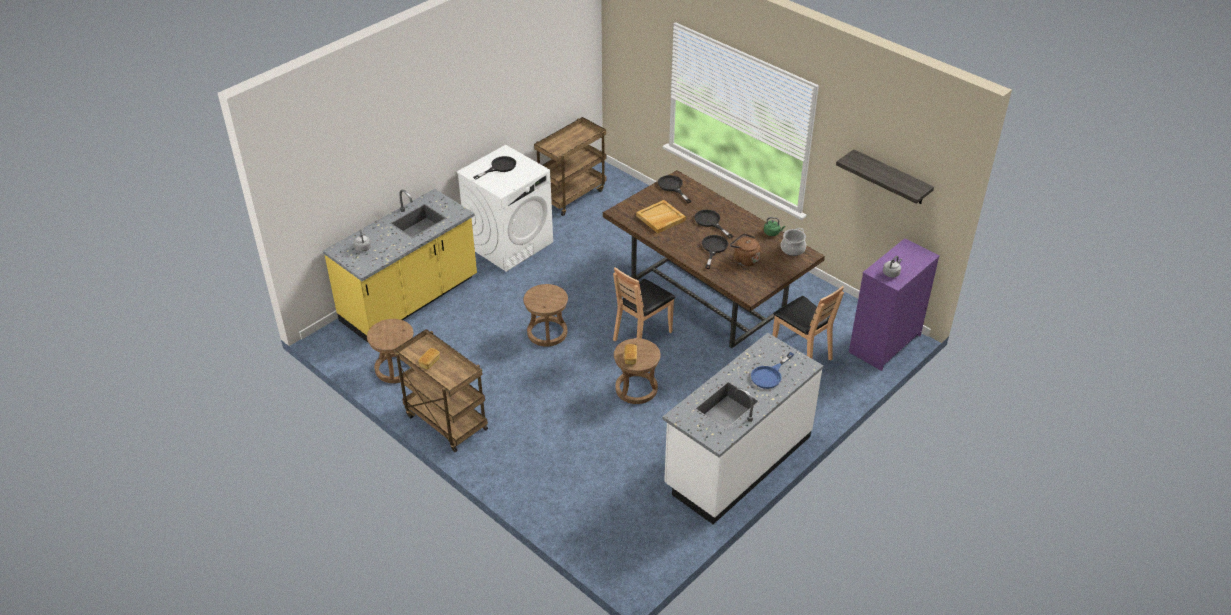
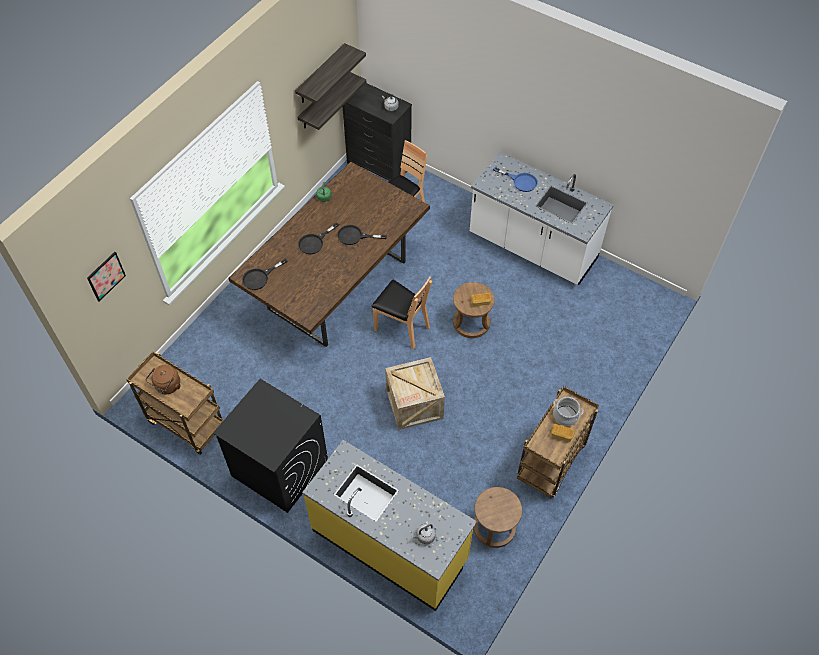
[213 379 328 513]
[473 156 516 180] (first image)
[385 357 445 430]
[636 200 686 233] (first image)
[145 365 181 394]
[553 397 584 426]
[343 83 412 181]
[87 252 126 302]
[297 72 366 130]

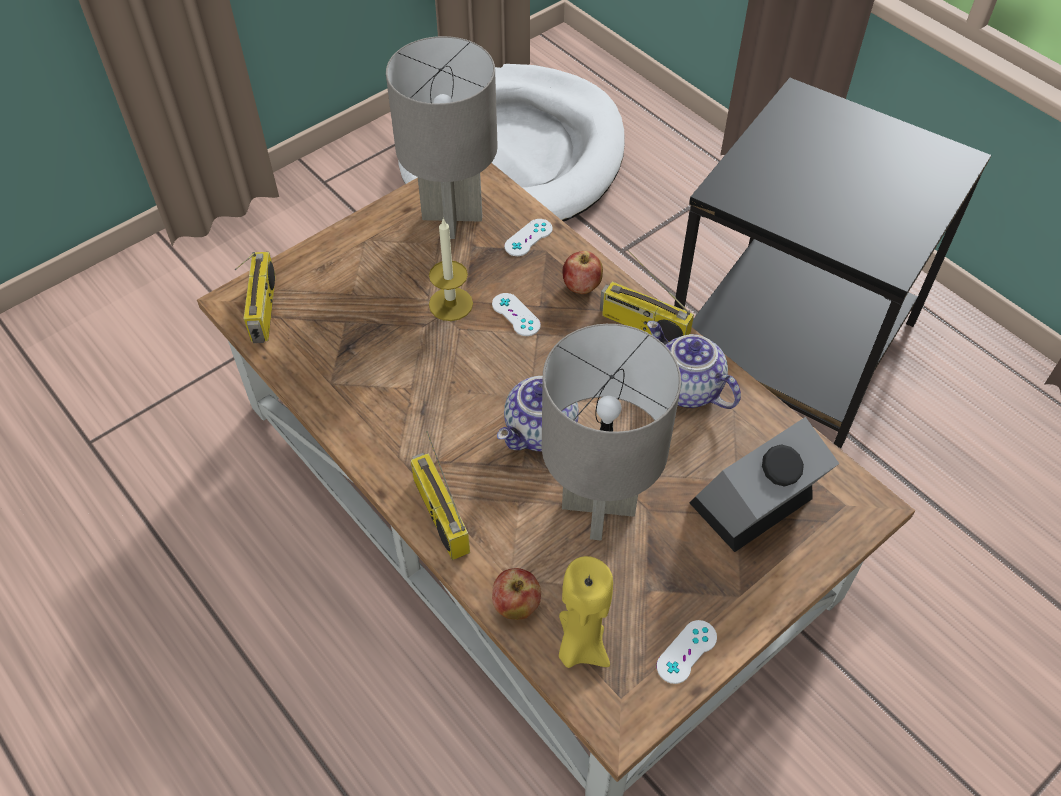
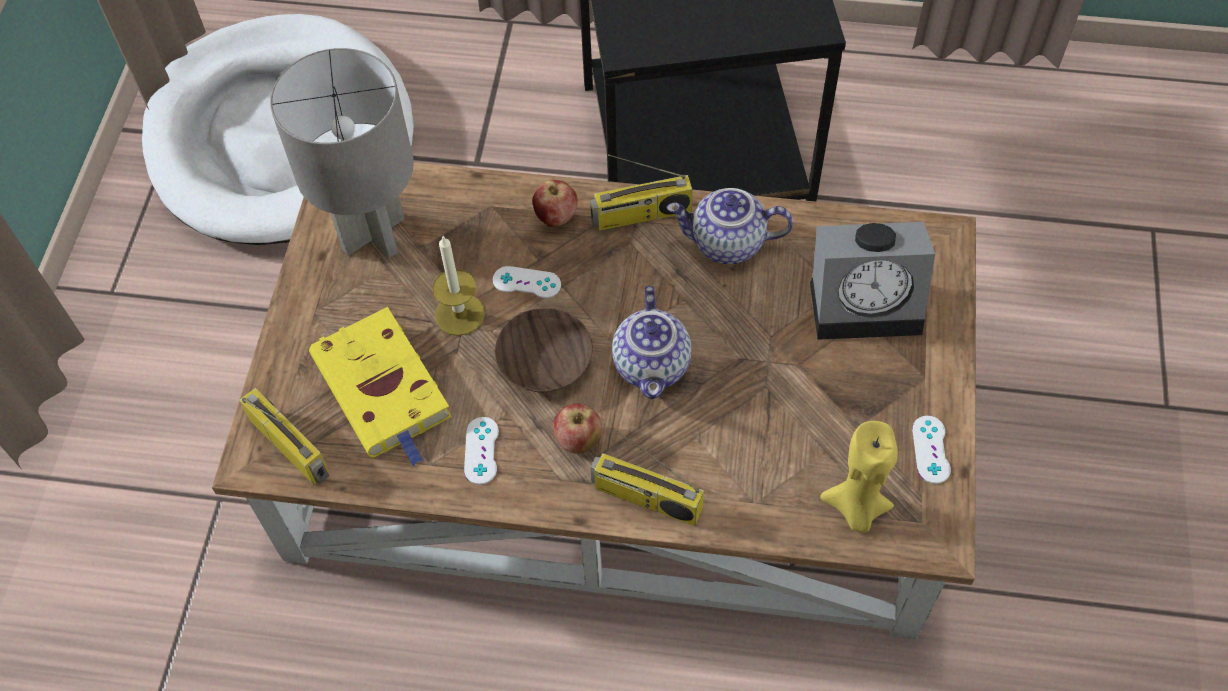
[553 403 602 454]
[464 417 499 485]
[542 324 681 540] (first image)
[810 222 935 340]
[309 307 452 467]
[495 308 593 393]

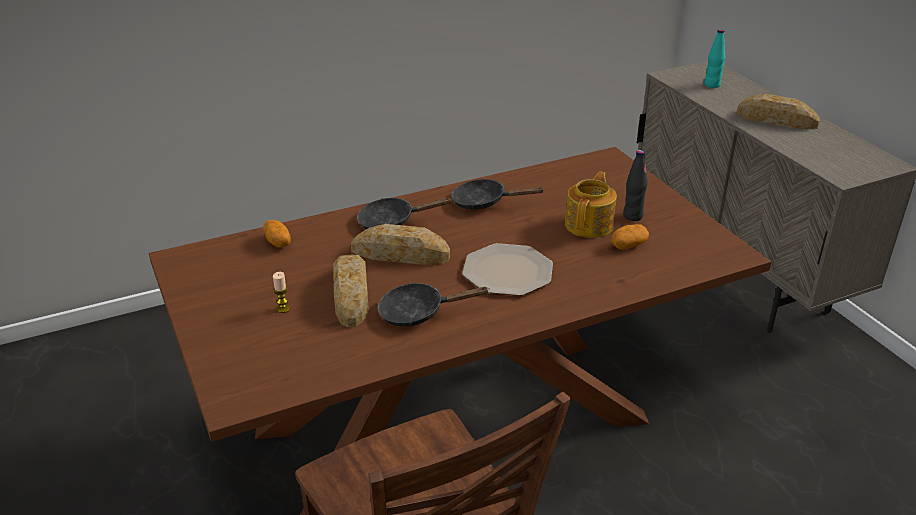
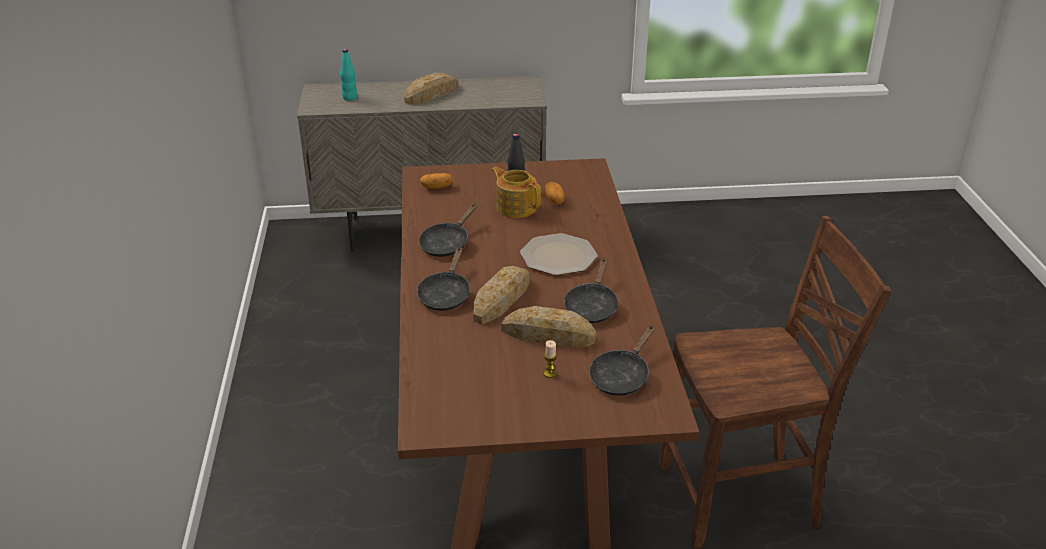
[420 173 453 189]
[589 325 655 396]

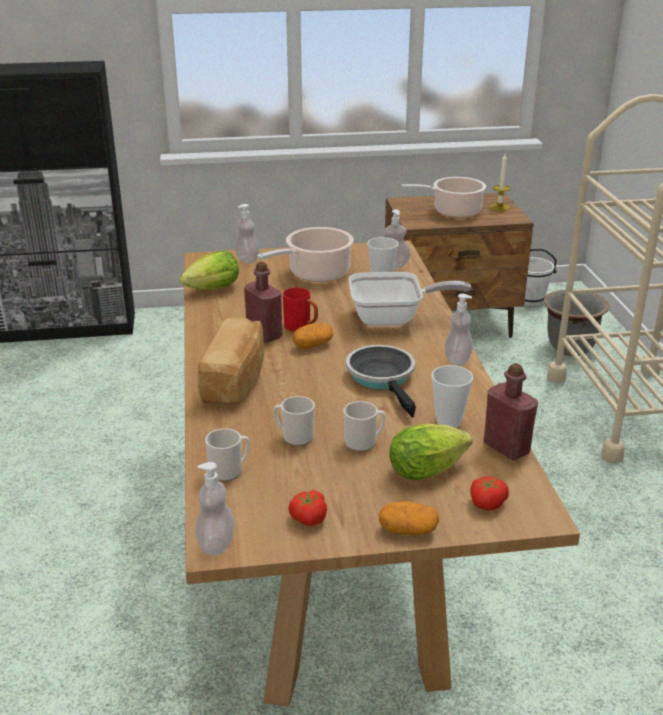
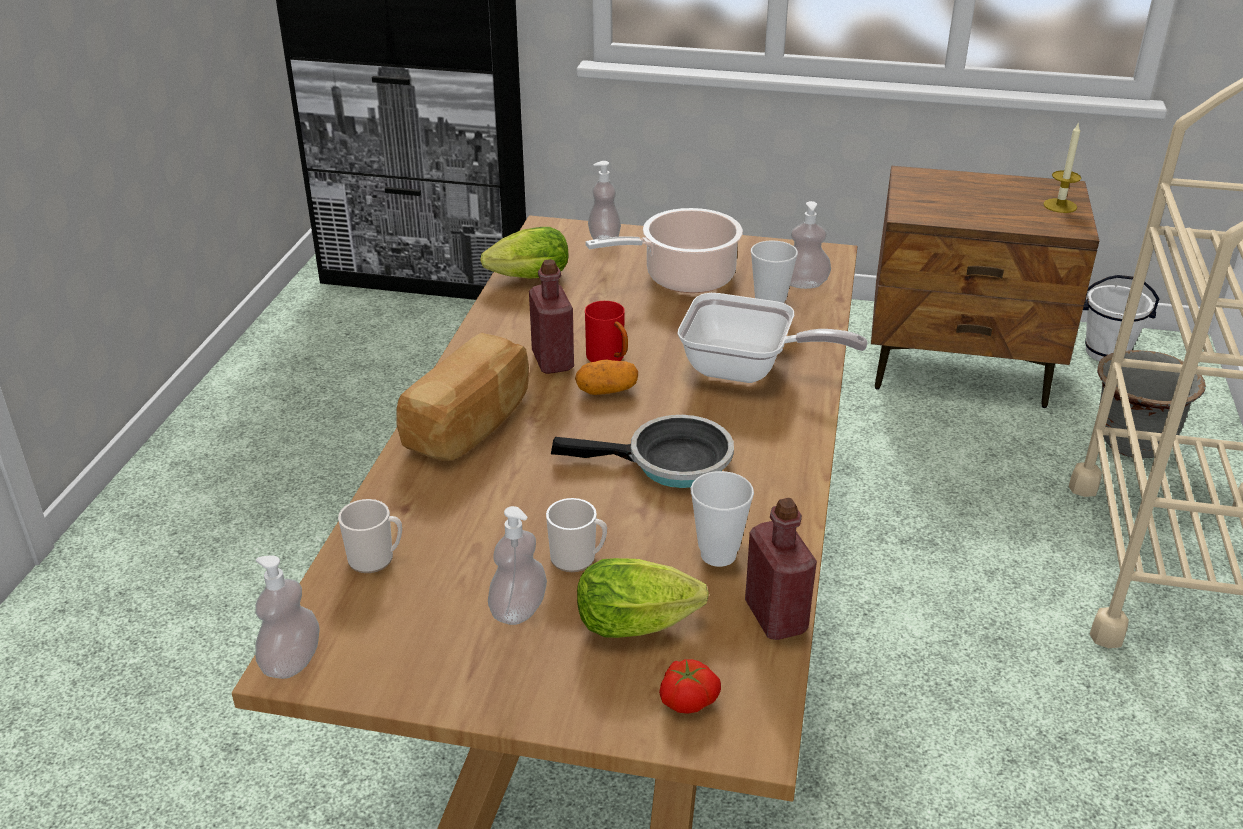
[274 396 315 446] (first image)
[288 490 327 526] (first image)
[551 415 734 488]
[379 501 439 535] (first image)
[401 177 486 218] (first image)
[488 506 547 625]

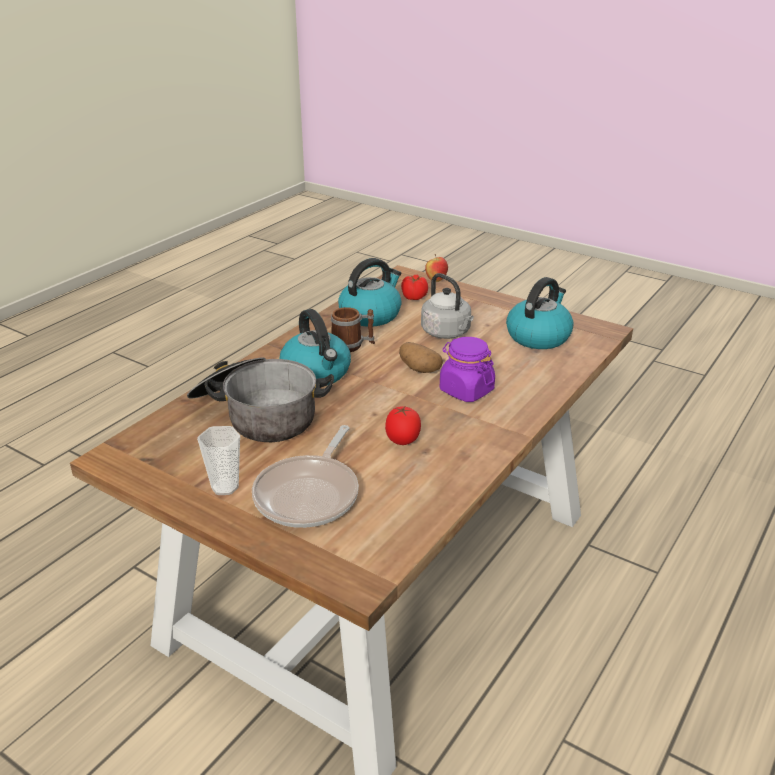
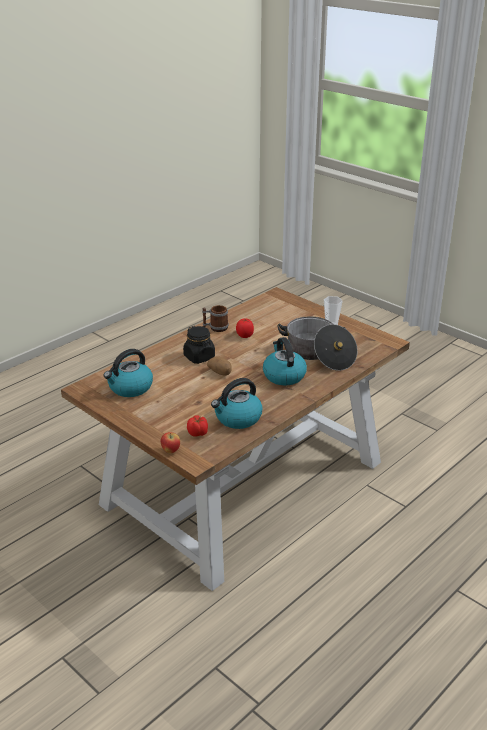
[252 425 359 528] (first image)
[202 305 229 332]
[421 273 474 339] (first image)
[183 326 215 364]

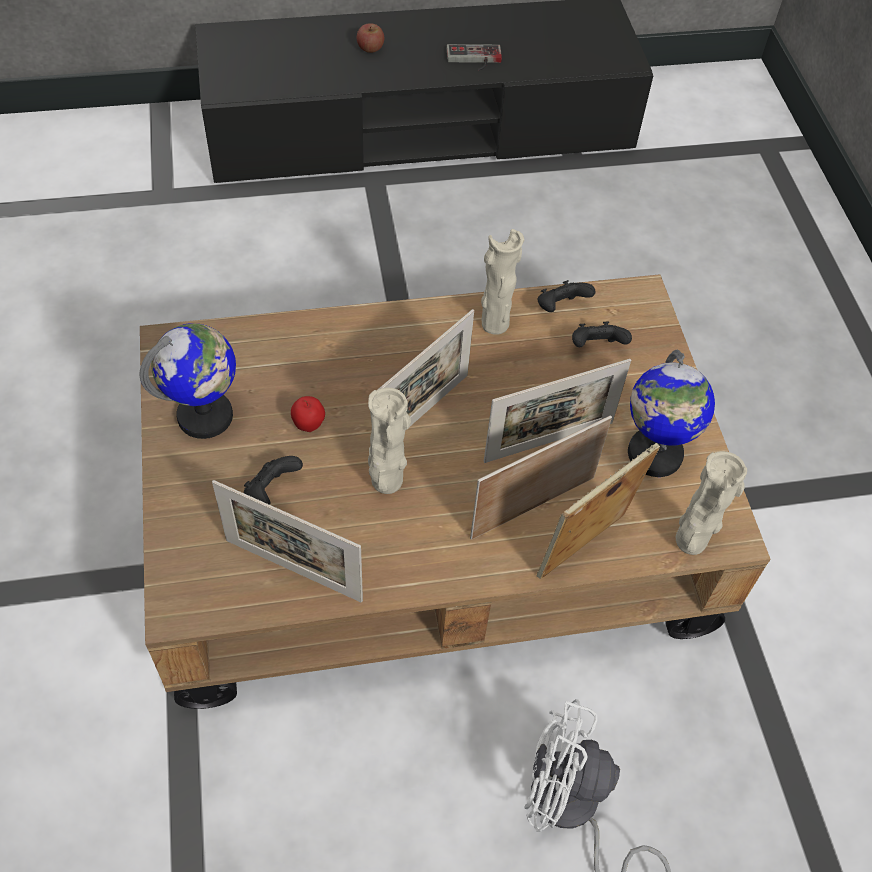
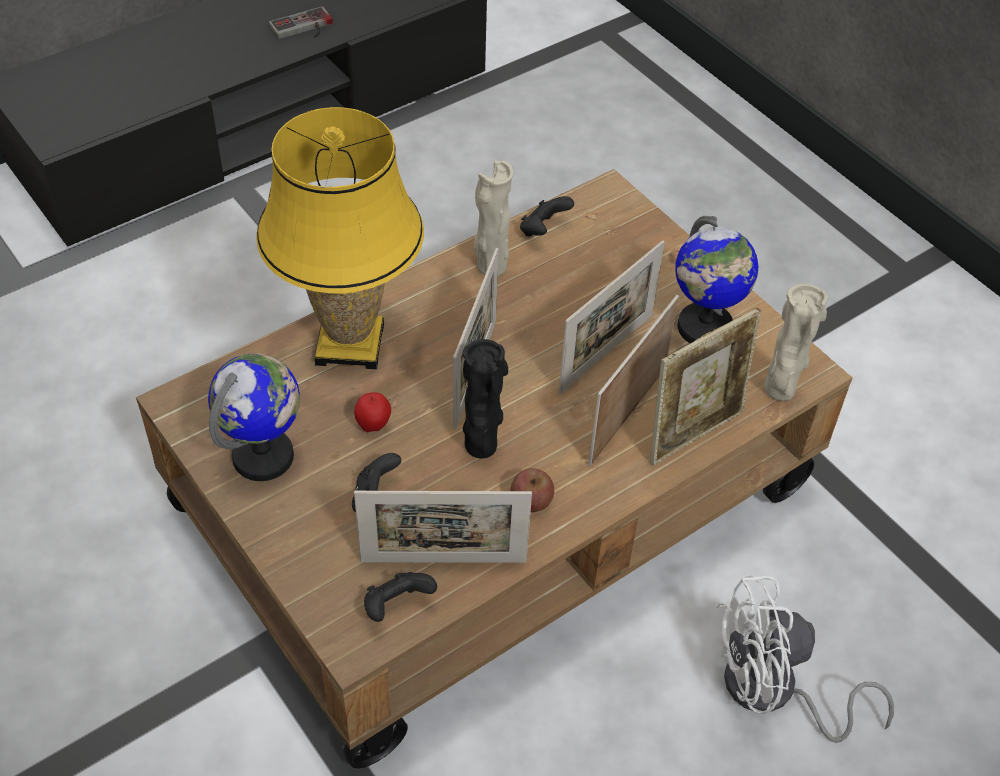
[511 468 554 512]
[463 339 508 458]
[650 308 761 465]
[364 572 437 622]
[256 107 424 369]

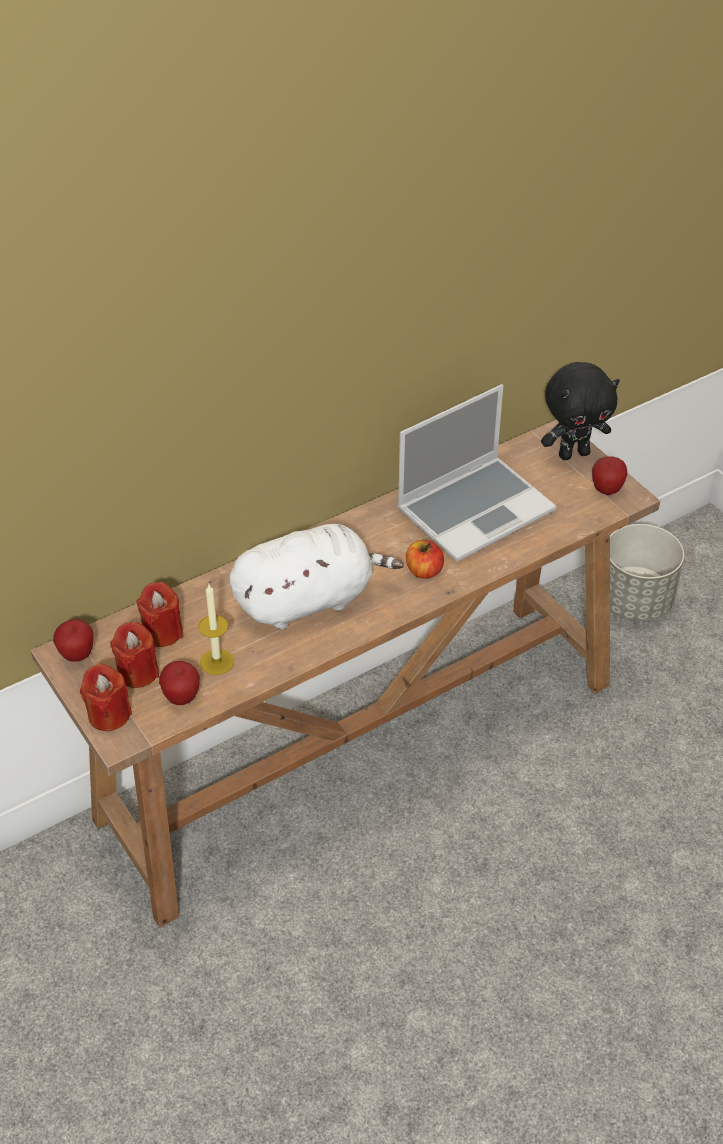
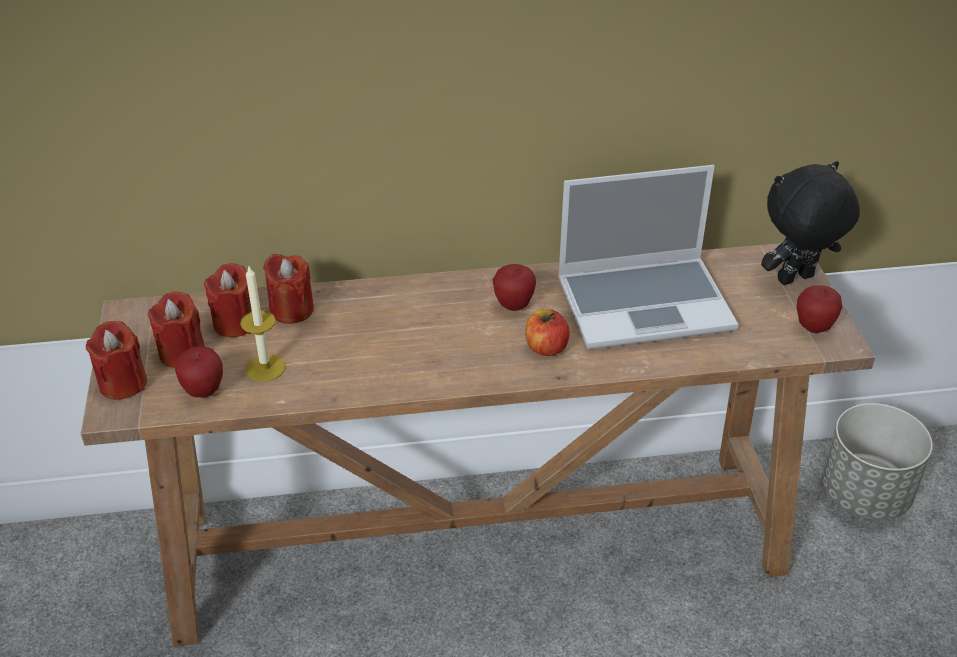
[493 264 536 311]
[229 524 404 629] (first image)
[761 161 860 285]
[263 254 314 324]

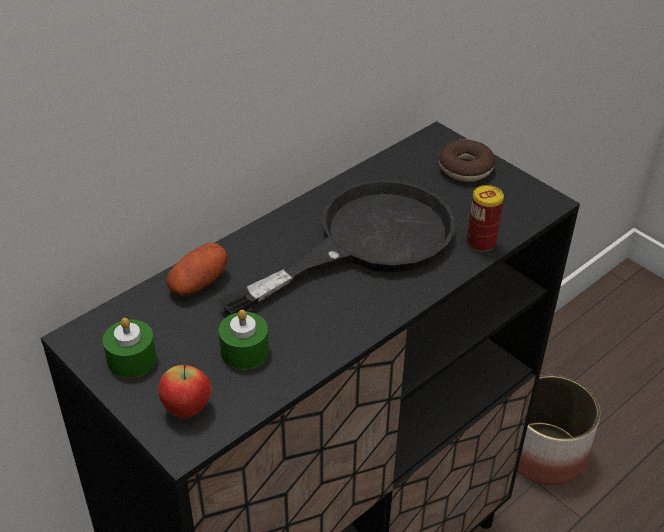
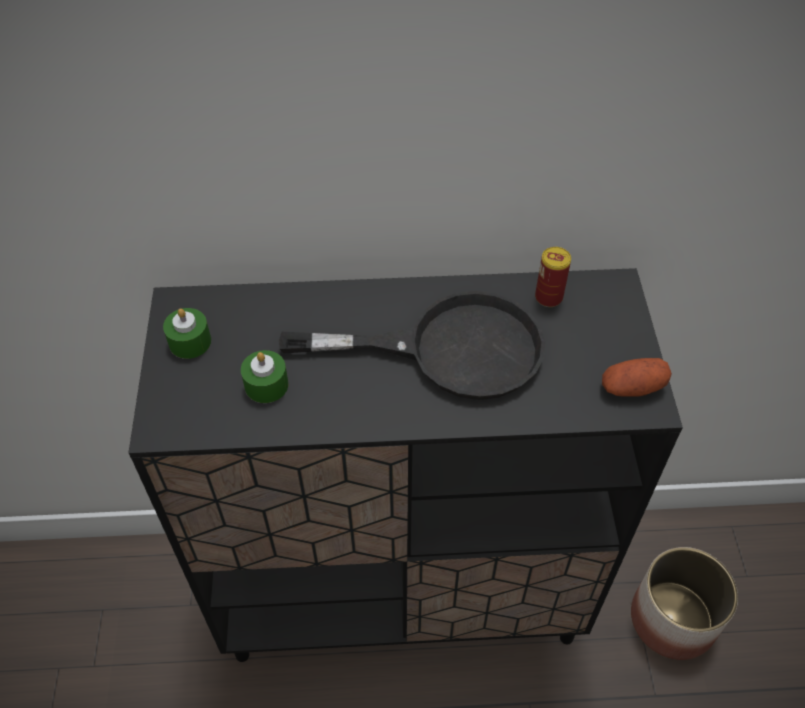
[158 364 211 418] (first image)
[602 358 672 397]
[439 139 495 182] (first image)
[535 247 571 307]

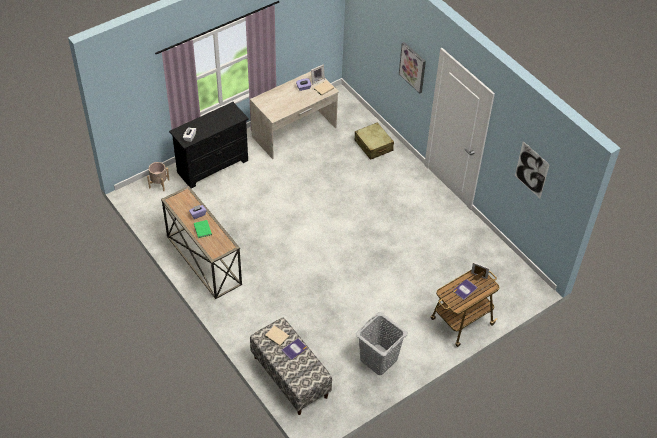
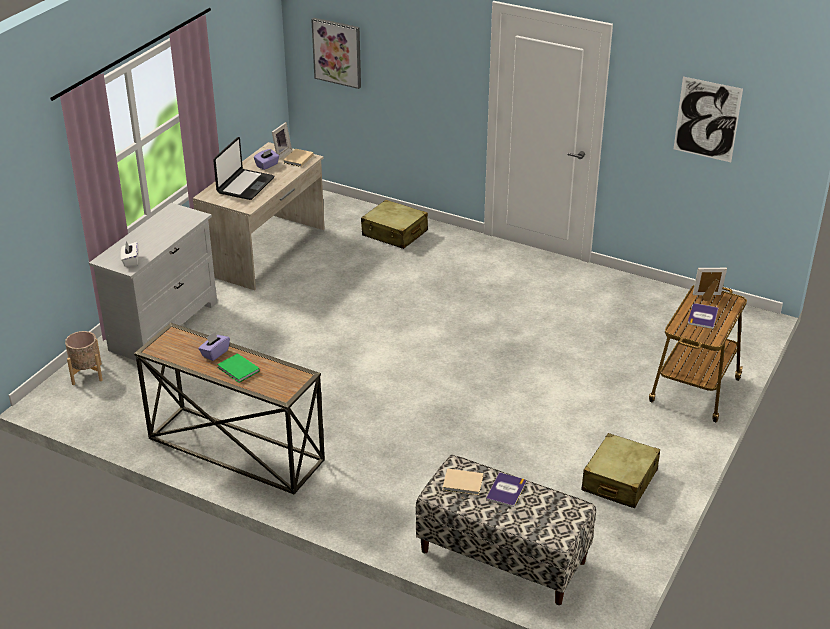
[89 203 217 363]
[581 433 660 508]
[311 18 361 89]
[213 137 274 200]

